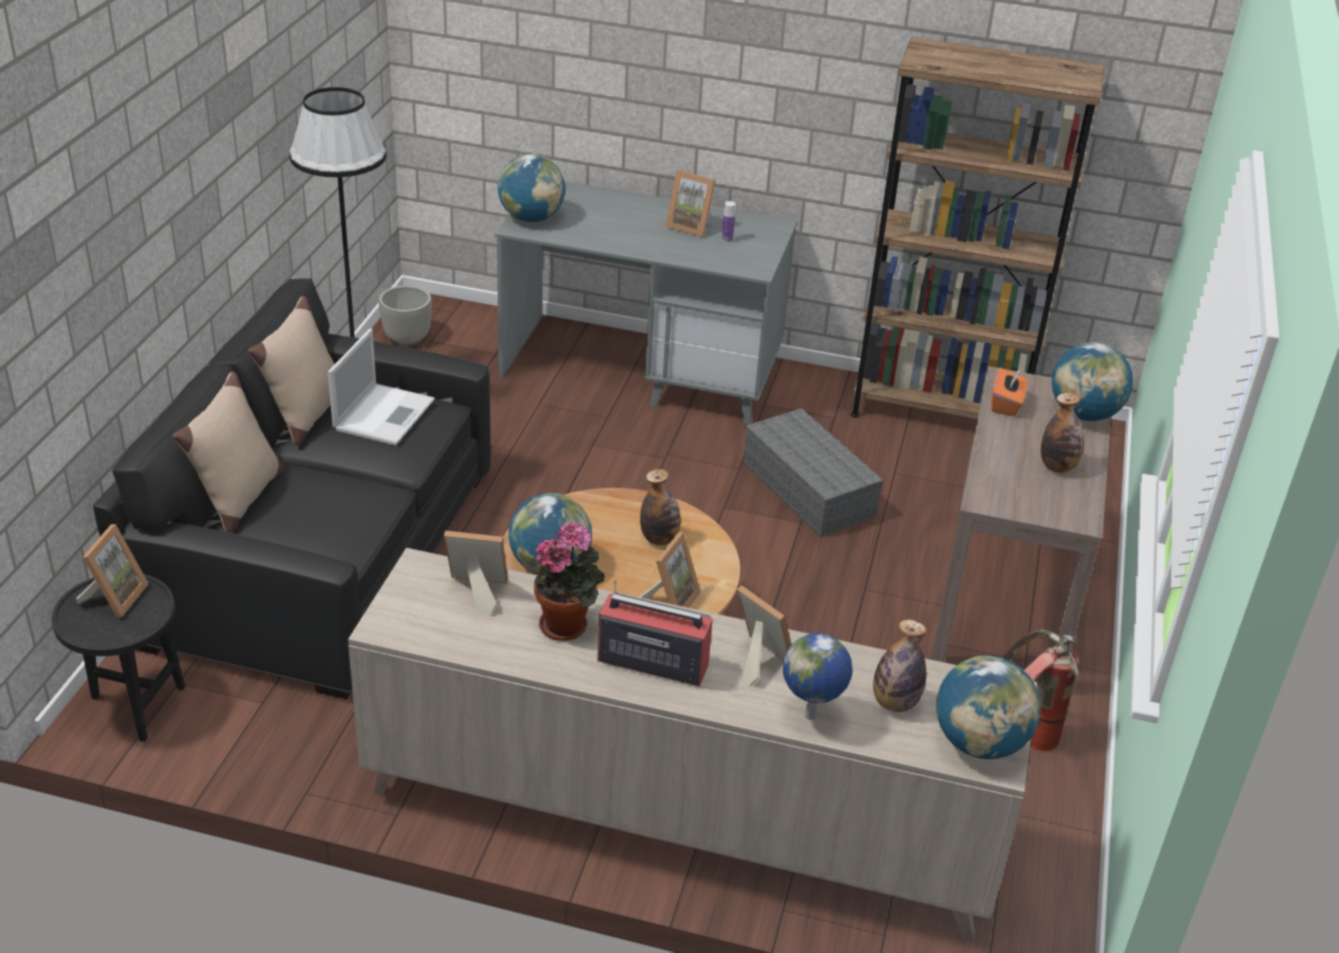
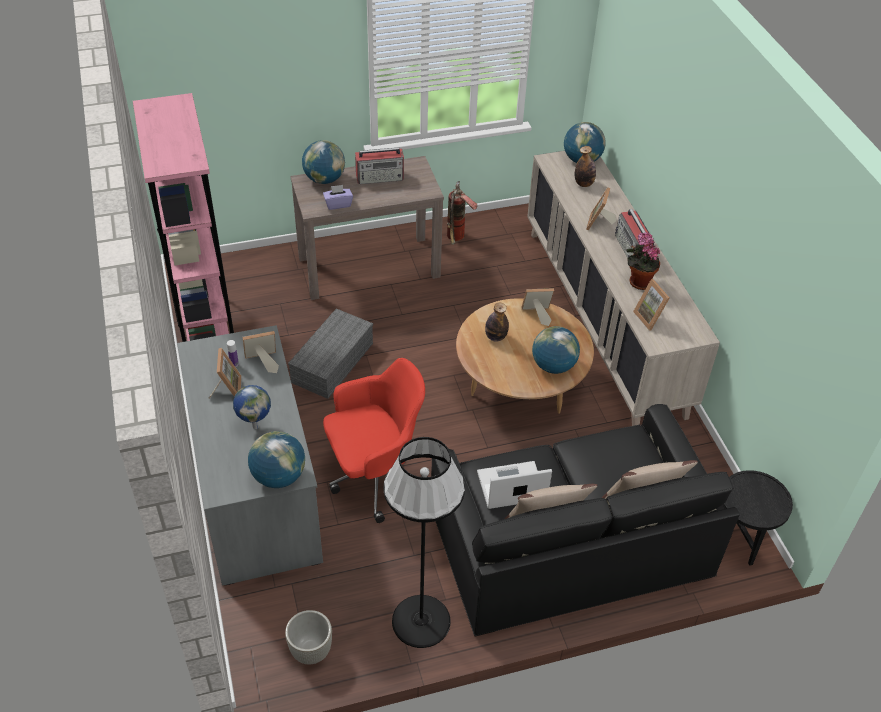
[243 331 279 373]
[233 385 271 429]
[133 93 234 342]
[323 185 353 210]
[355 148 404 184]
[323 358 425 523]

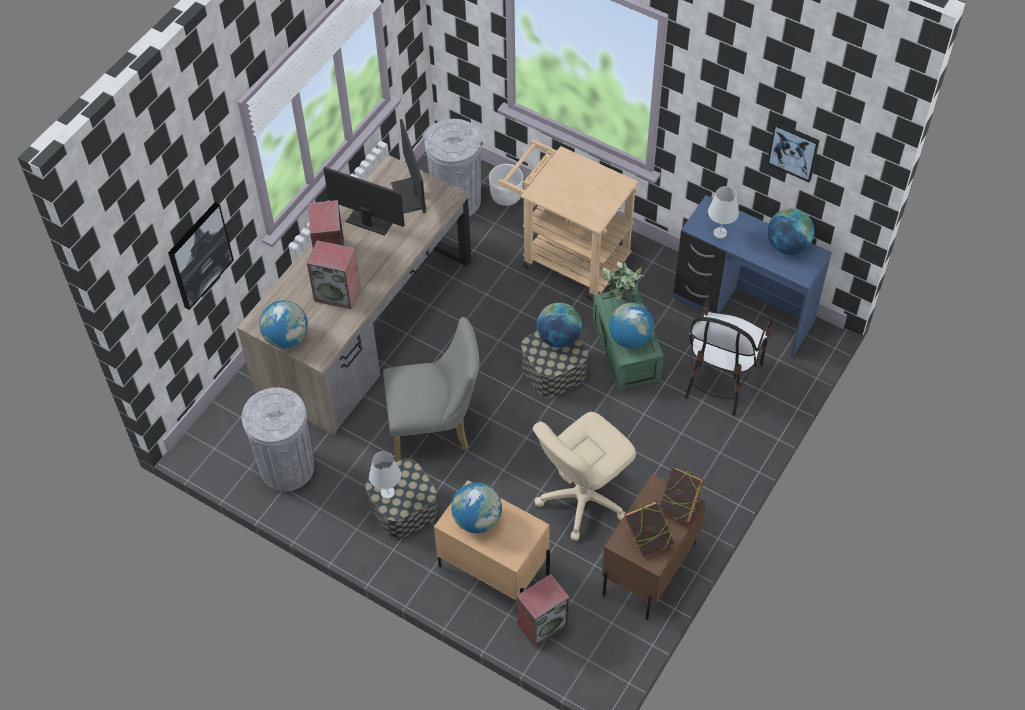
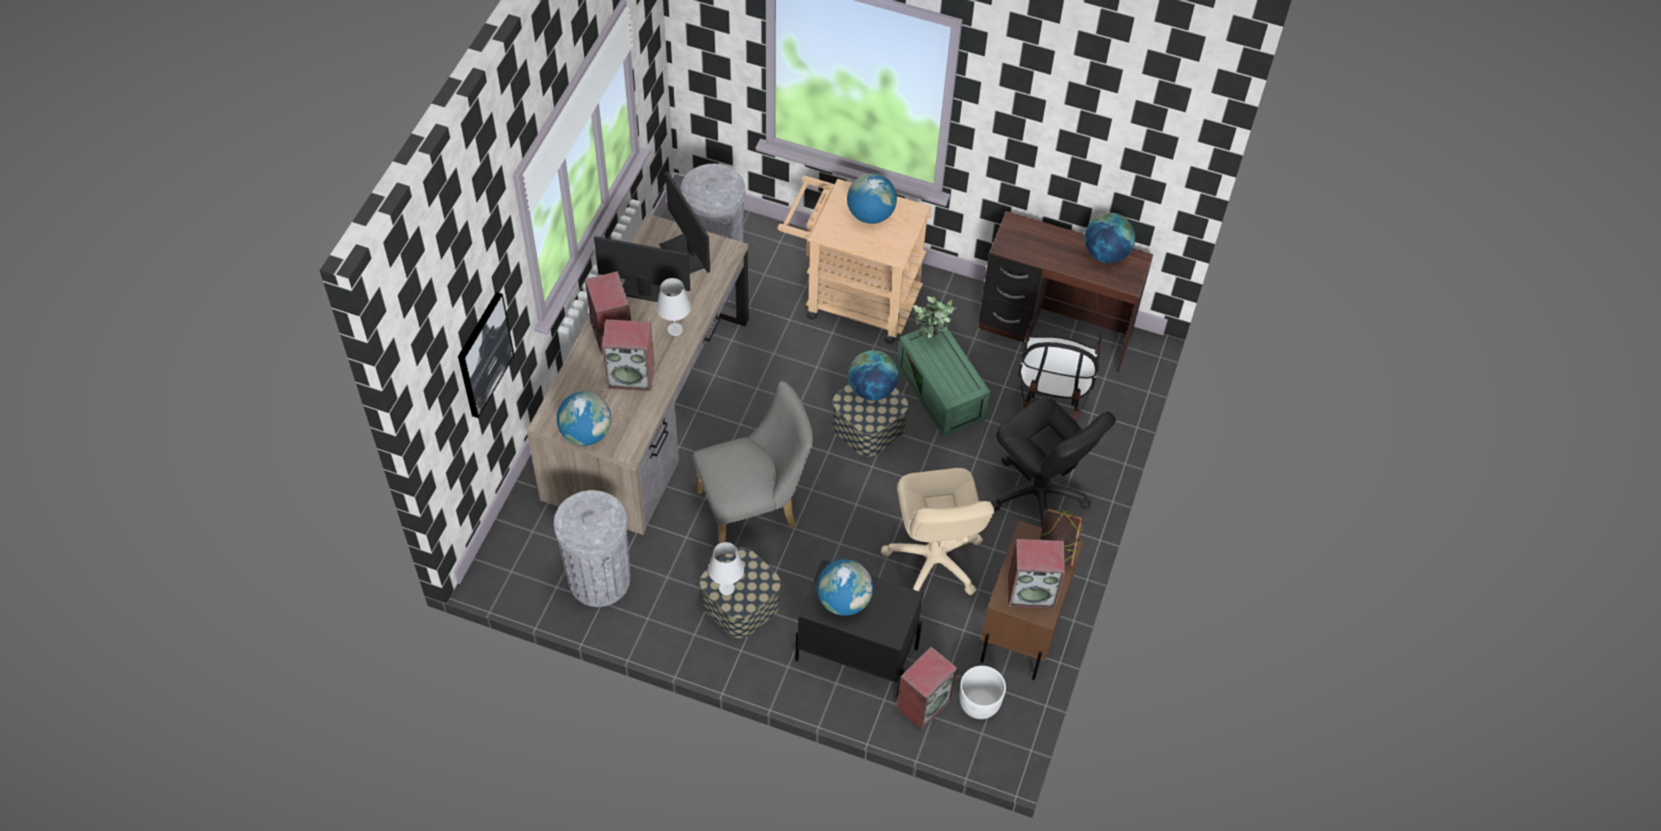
[795 559 923 696]
[959 666 1006 719]
[881 468 994 595]
[847 173 897 224]
[1008 539 1065 609]
[978 211 1153 373]
[656 278 691 336]
[767 122 820 182] (first image)
[991 397 1116 528]

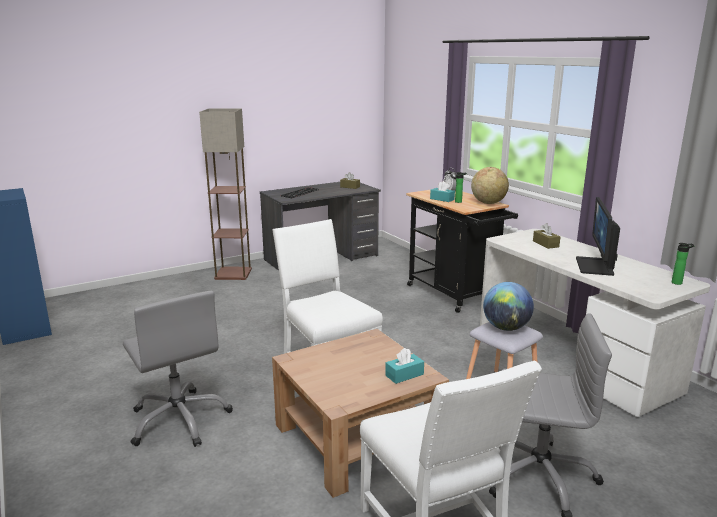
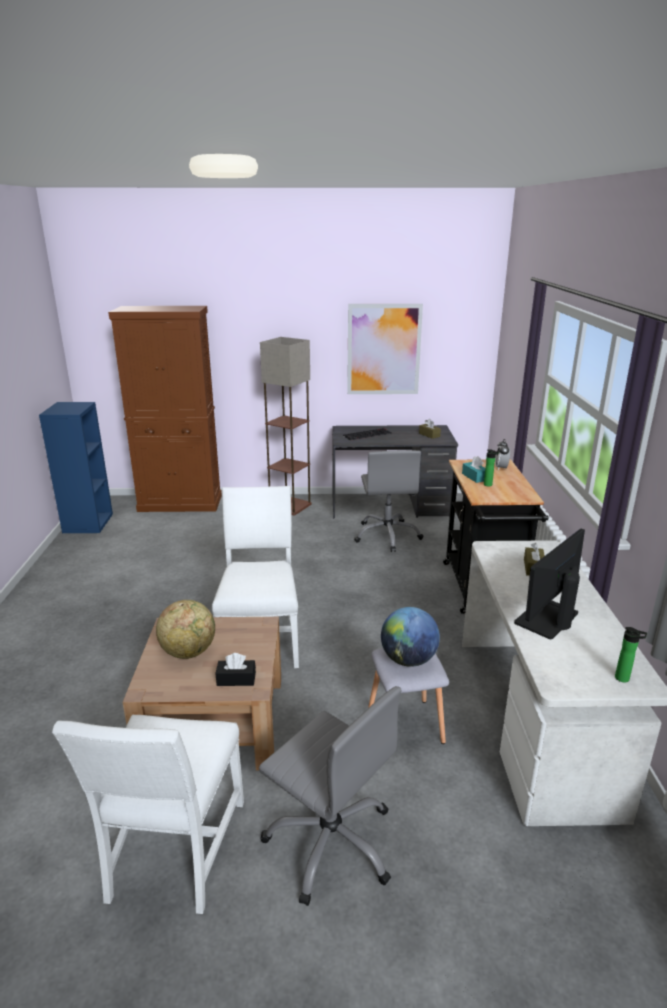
[354 450 423 552]
[215 653 256 686]
[156 600 215 659]
[108 306 222 512]
[347 304 423 394]

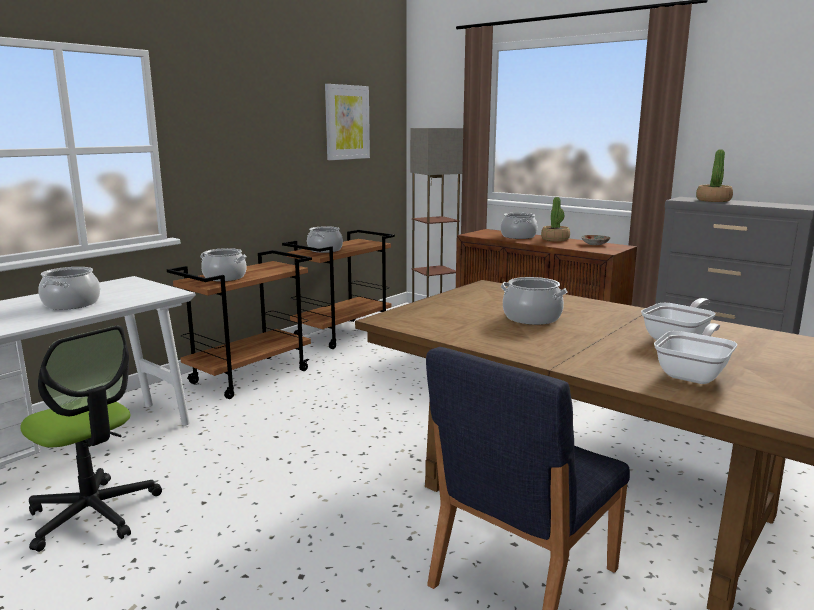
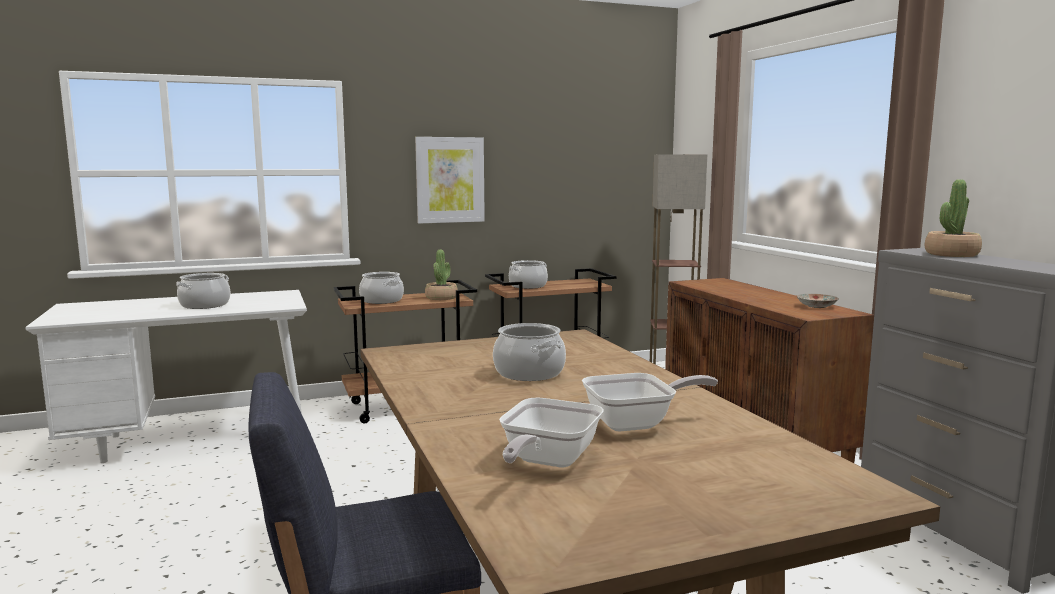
[20 326 162 552] (first image)
[415 137 485 223]
[501 213 537 239] (first image)
[425 249 458 300]
[499 398 604 468]

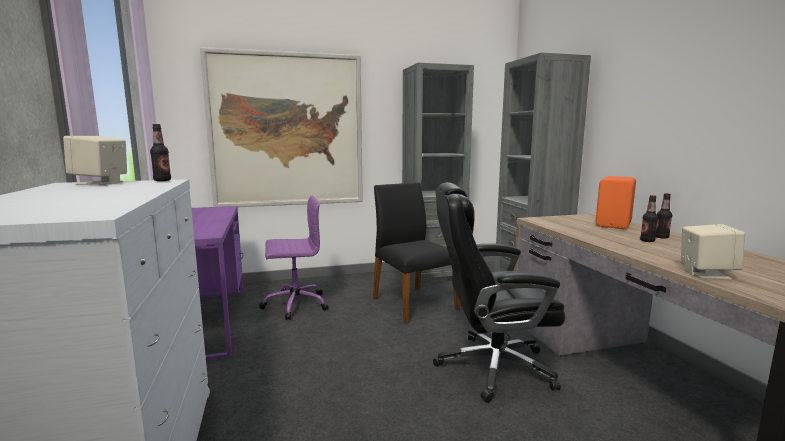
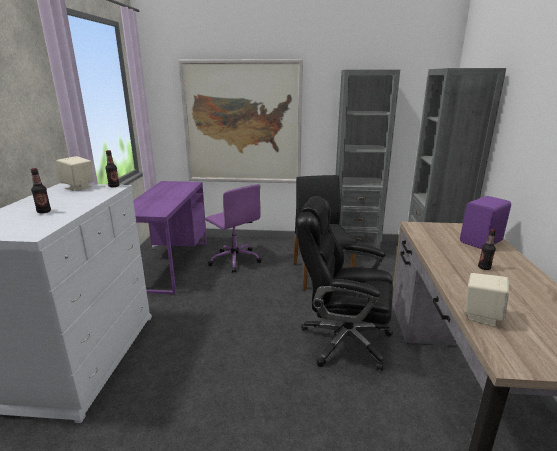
[205 184 262 273]
[460 196 511 249]
[31 168 51 213]

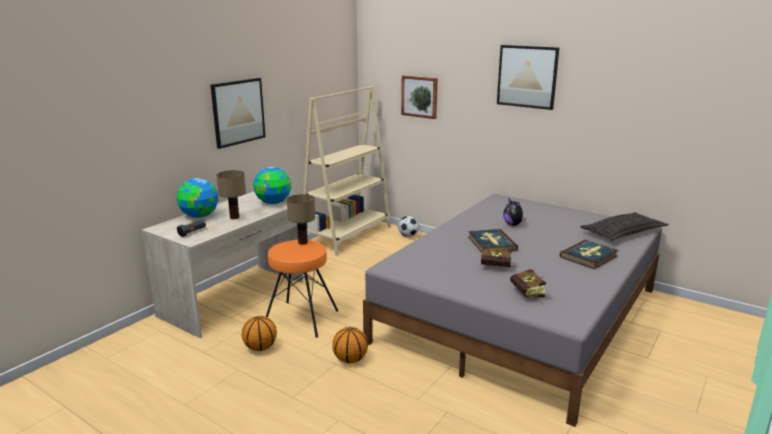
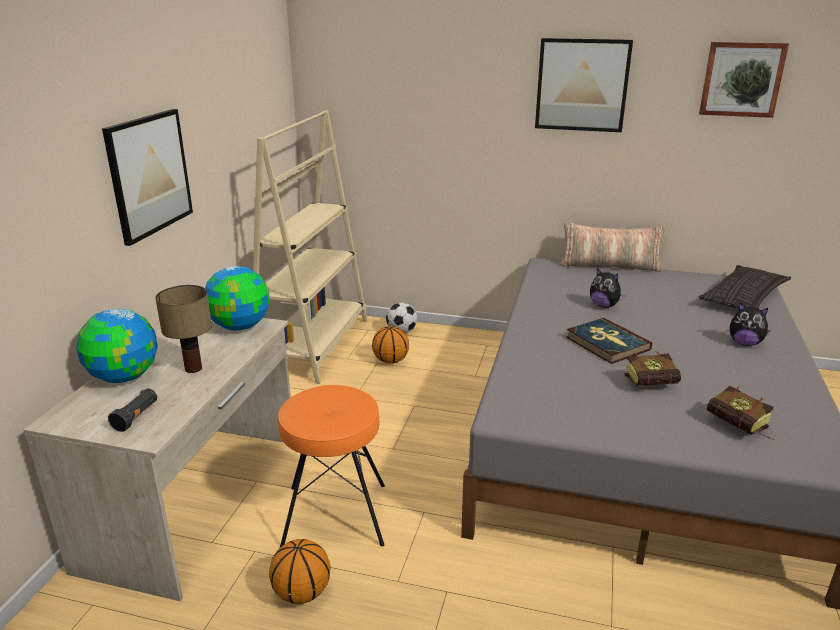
[287 194 315 245] (first image)
[372 326 409 364]
[699 42 789 118]
[730 303 771 346]
[560 222 664 272]

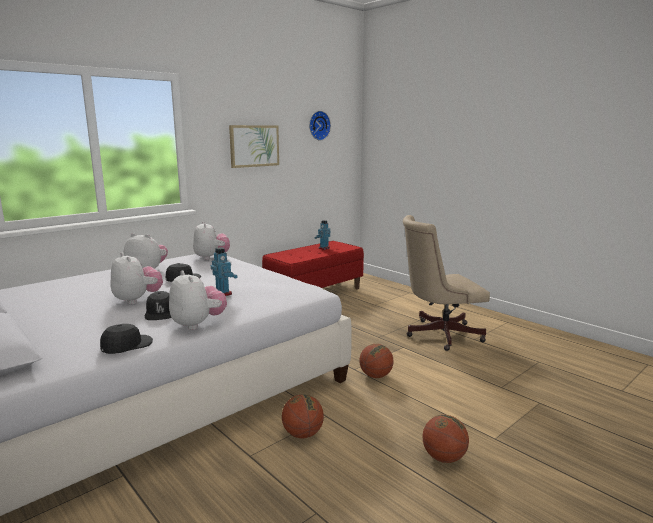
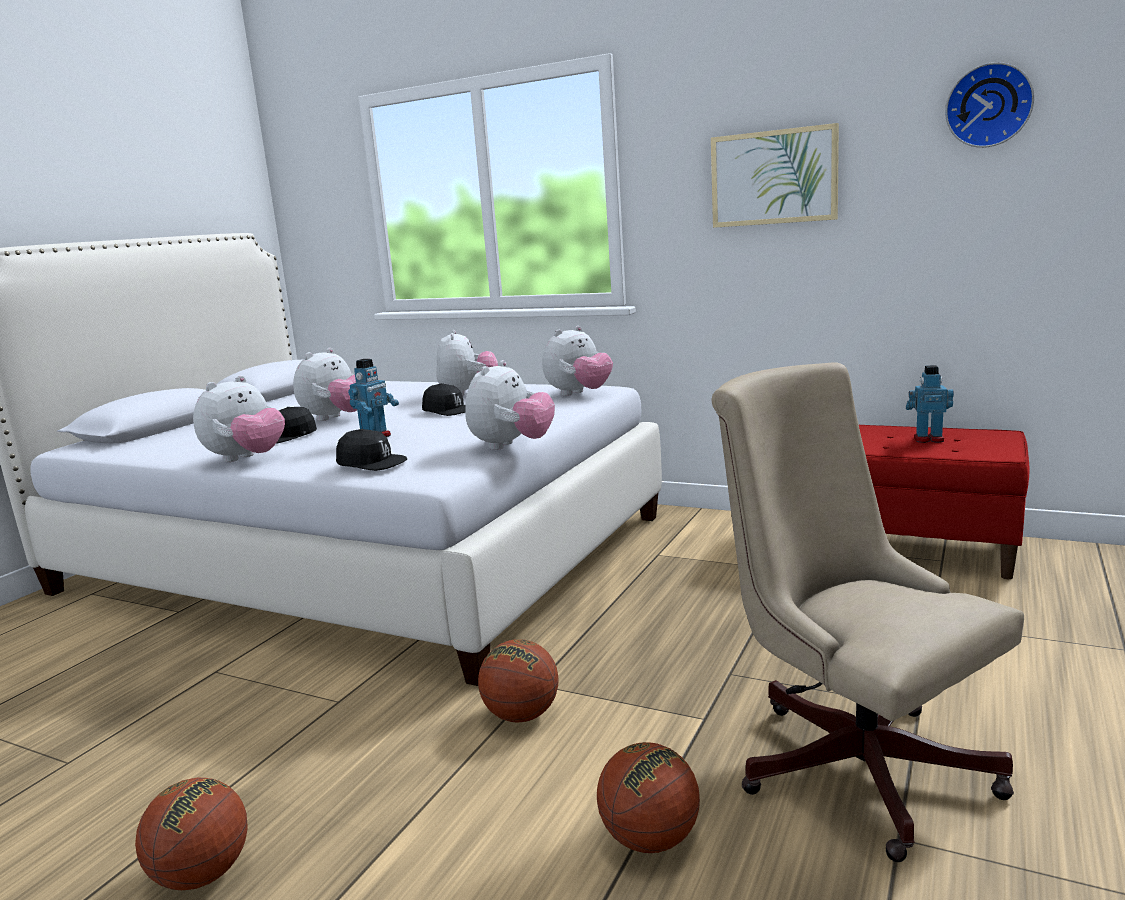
[336 429 407 471]
[597 742 700 853]
[465 360 555 450]

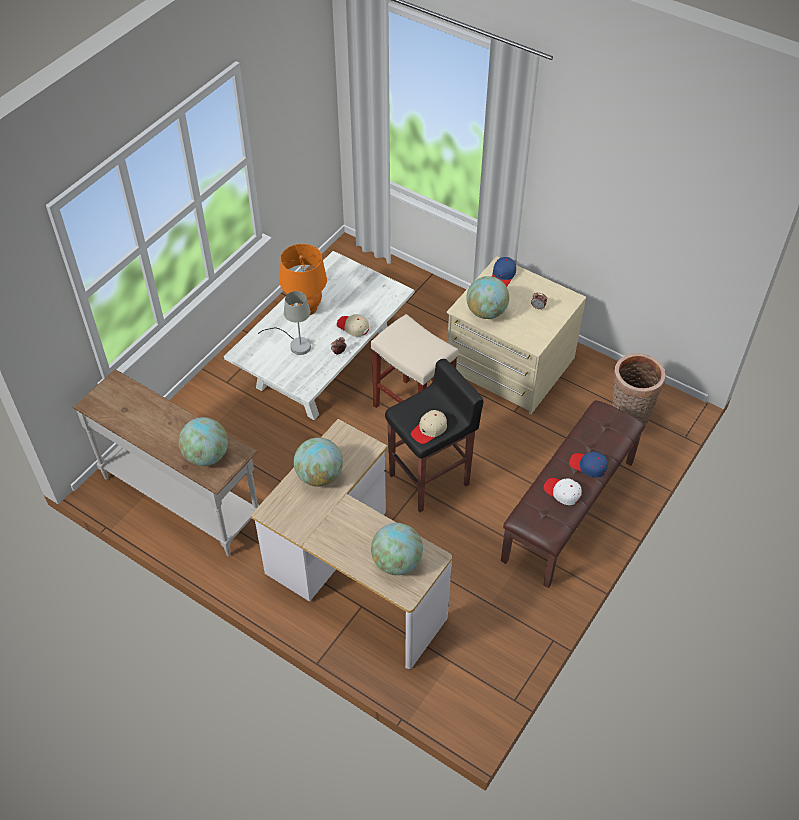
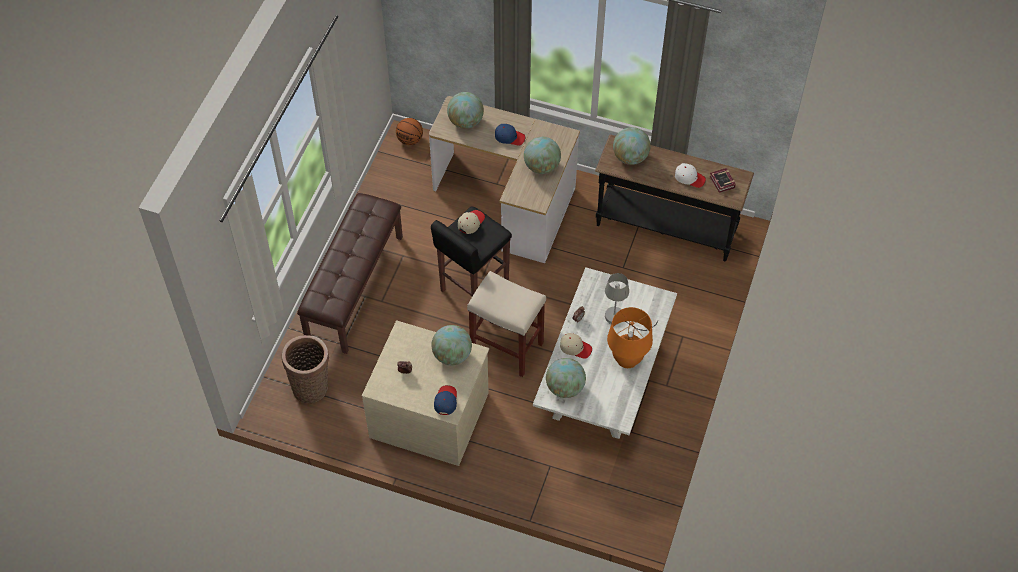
[595 135 754 261]
[675 163 706 188]
[495 124 525 145]
[396 118 423 145]
[546 358 586 398]
[710 168 736 193]

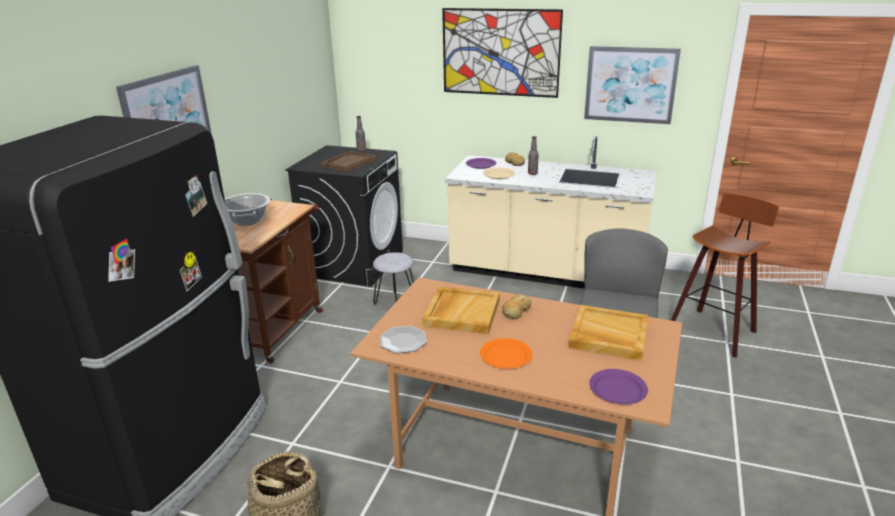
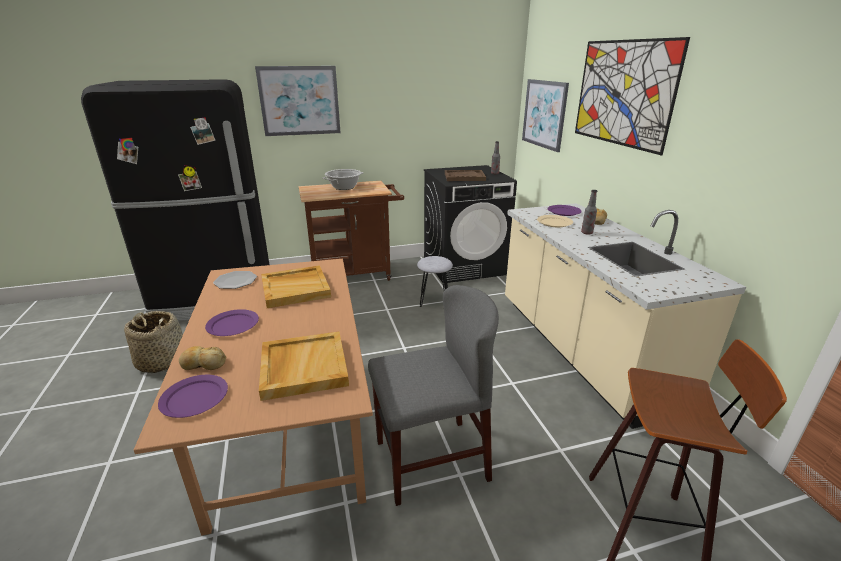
[205 309 259 336]
[179 346 227 370]
[522 79 569 152]

